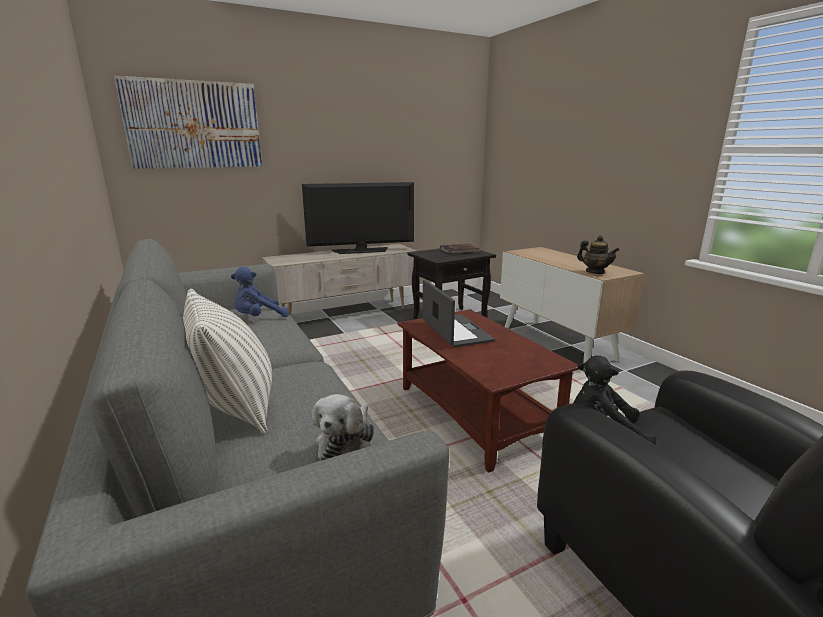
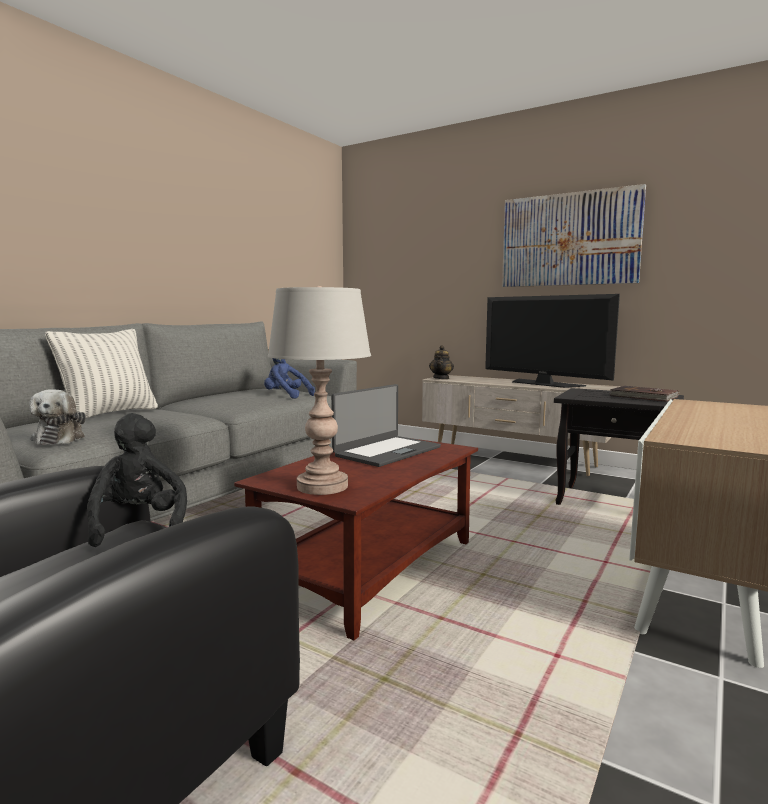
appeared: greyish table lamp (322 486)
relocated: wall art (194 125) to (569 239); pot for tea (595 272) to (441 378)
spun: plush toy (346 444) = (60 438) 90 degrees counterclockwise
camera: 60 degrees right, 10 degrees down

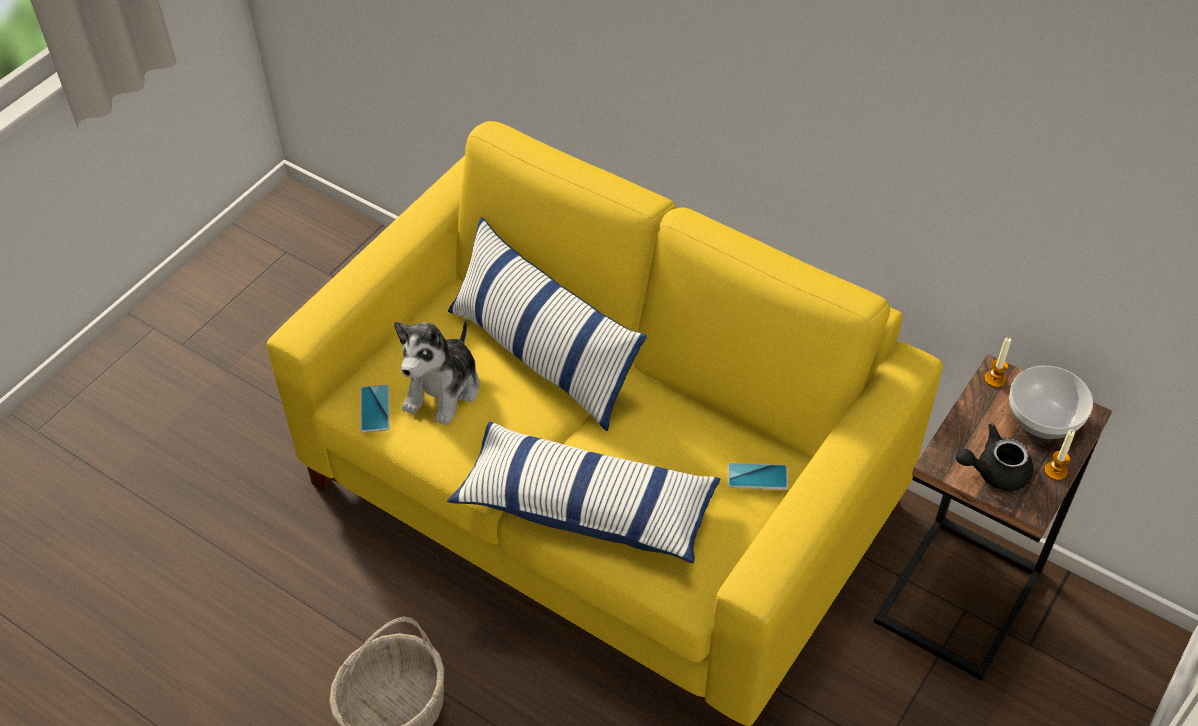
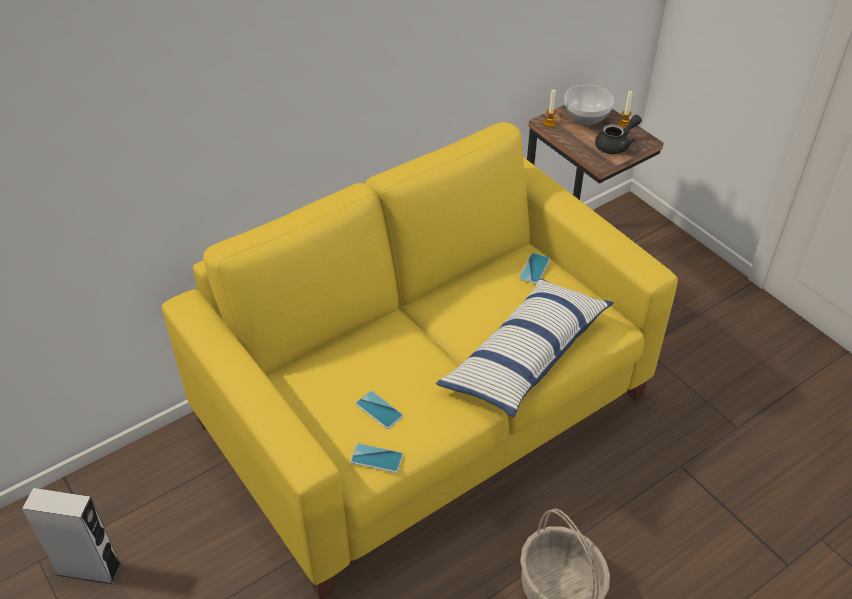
missing: pillow (542 355)
appeared: greyish loudspeaker (89 569)
exchanged: plush toy (443 389) to handset (379 410)
spun: blackish pot for tea (994 471) = (616 145) 135 degrees counterclockwise
camera: 70 degrees left, 5 degrees down

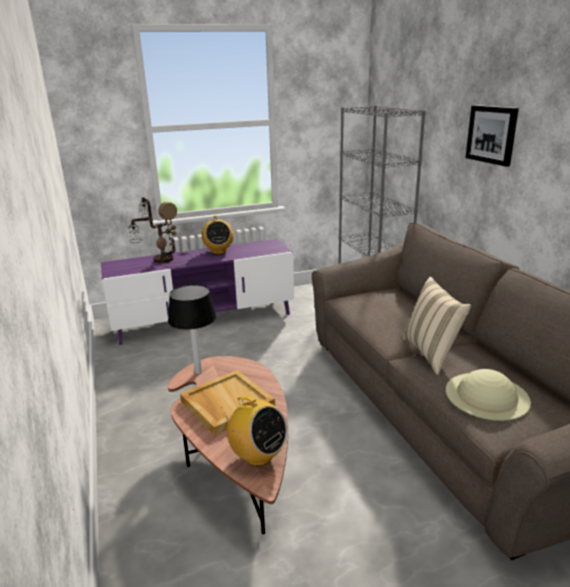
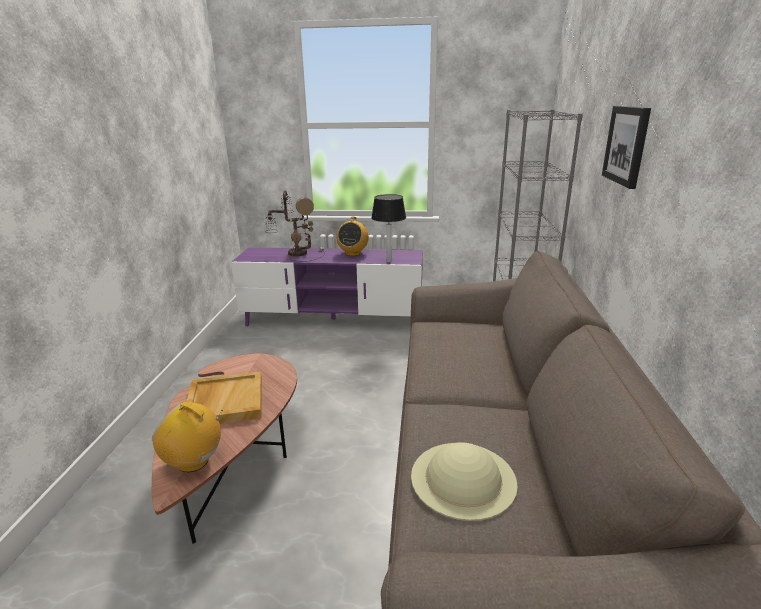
missing: sand-coloured pillow (431 354)
relocated: table lamp (198 372) to (389 261)
spun: radio receiver (258 456) = (194 462) 135 degrees clockwise
camera: 25 degrees right, 0 degrees up

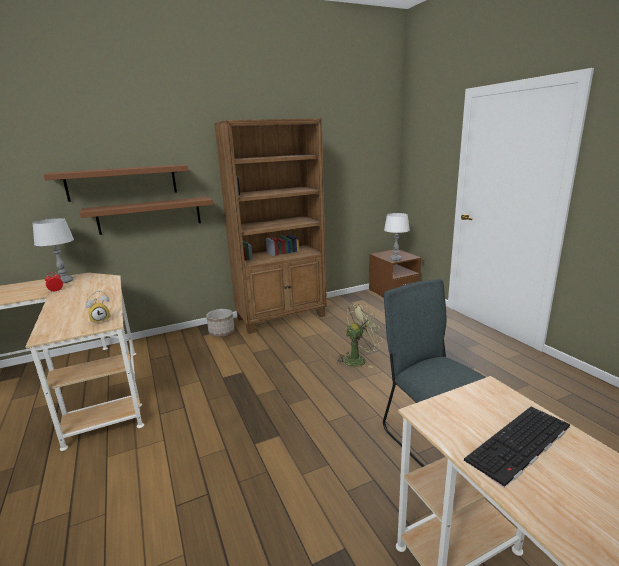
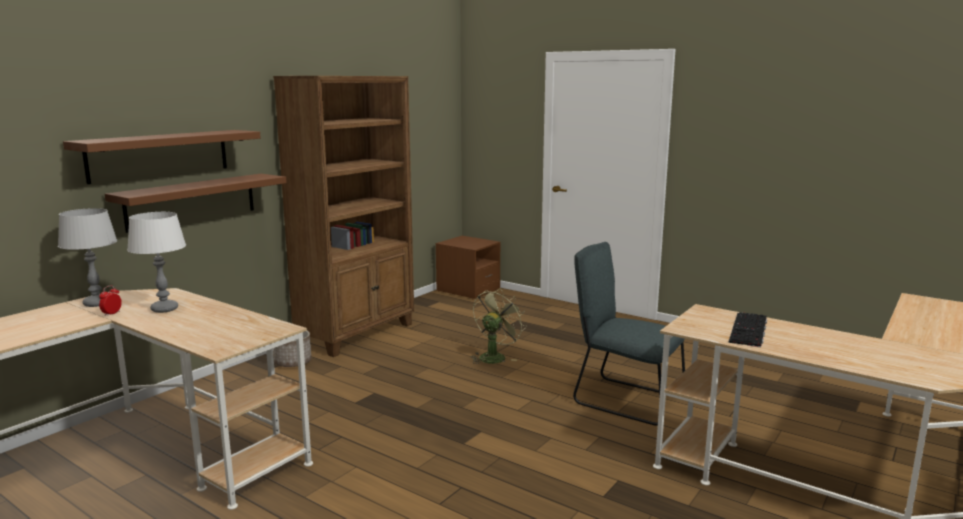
missing: table clock (101 320)
relocated: white table lamp (395 259) to (164 309)
camera: 30 degrees left, 5 degrees down

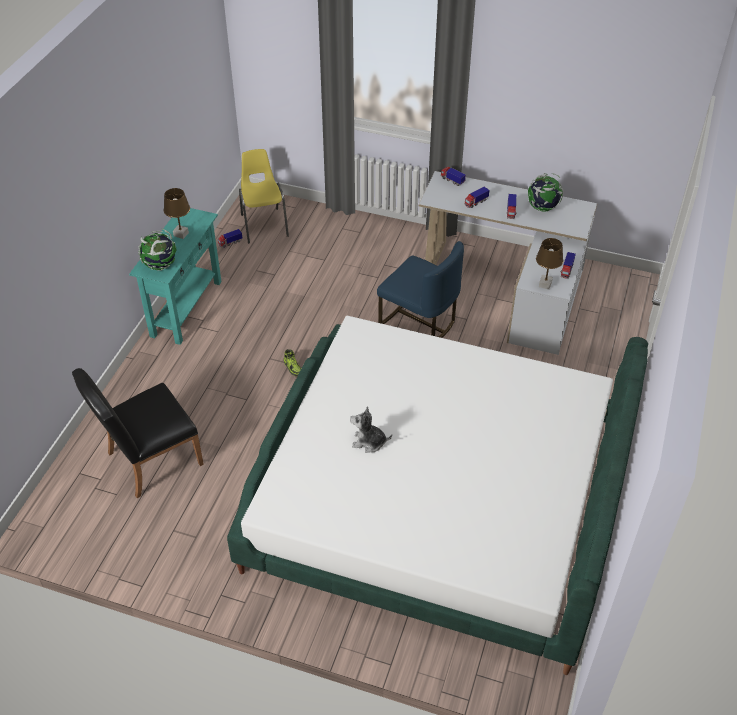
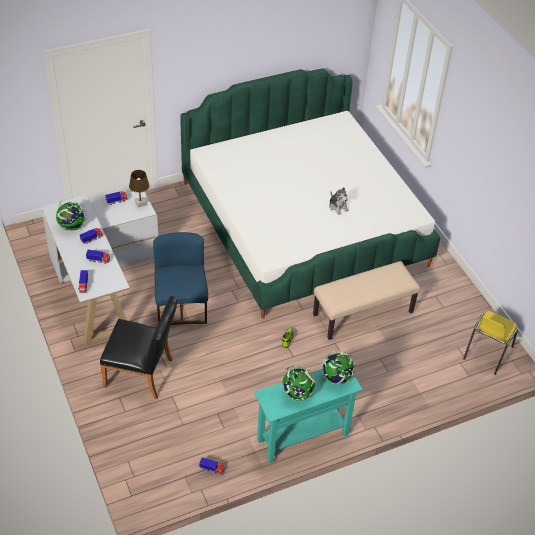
appeared: sand-coloured bench (363 313)
relocated: blackish chair (149 461) to (143 374); yellowish chair (264 225) to (487 353)
exchanged: brown-coloured table lamp (181 234) to world globe (297 393)
camera: 135 degrees left, 0 degrees up

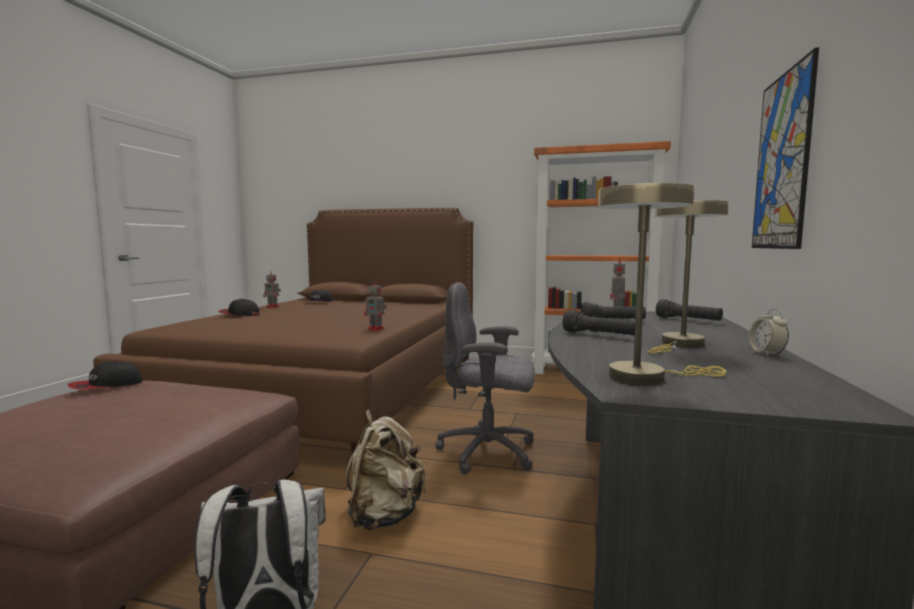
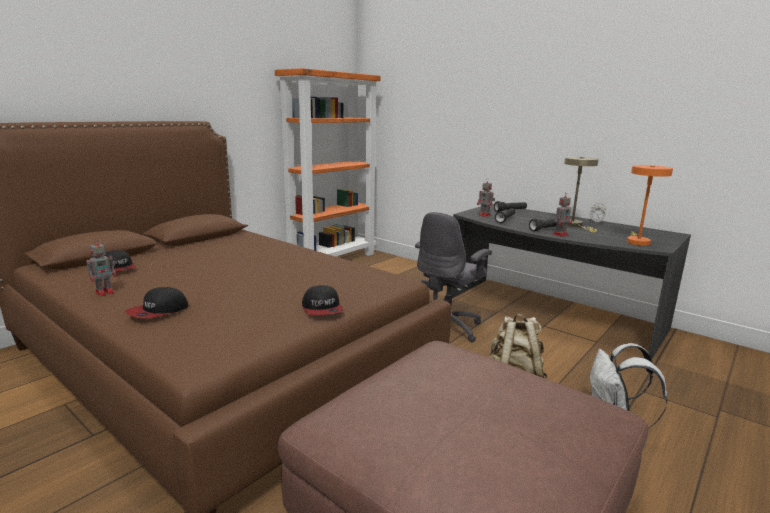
missing: wall art (782 161)
relocated: baseball cap (106 386) to (322 309); robot figure (376 329) to (560 234)
colour: sand-coloured table lamp (645 377) to orange table lamp (637 241)
camera: 65 degrees left, 10 degrees up

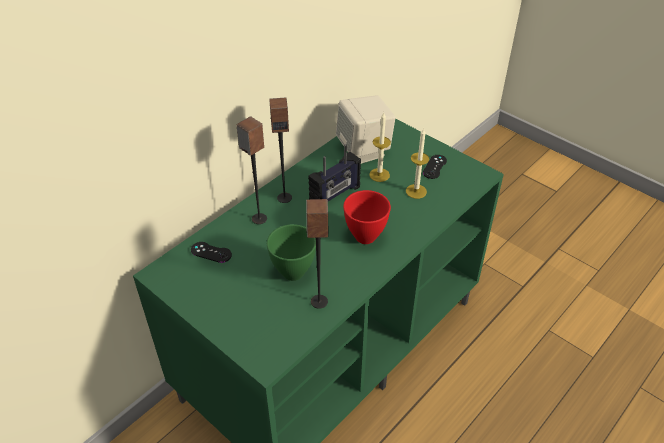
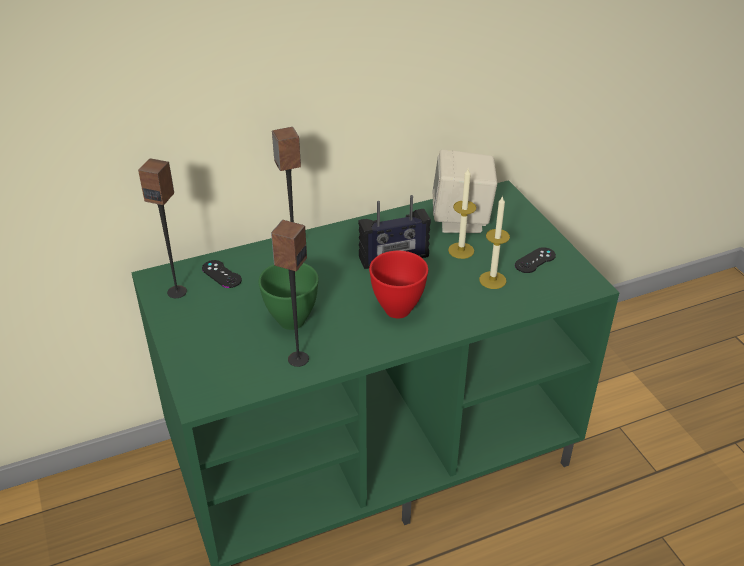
relocated: loudspeaker (284 197) to (177 291)
camera: 25 degrees right, 5 degrees down

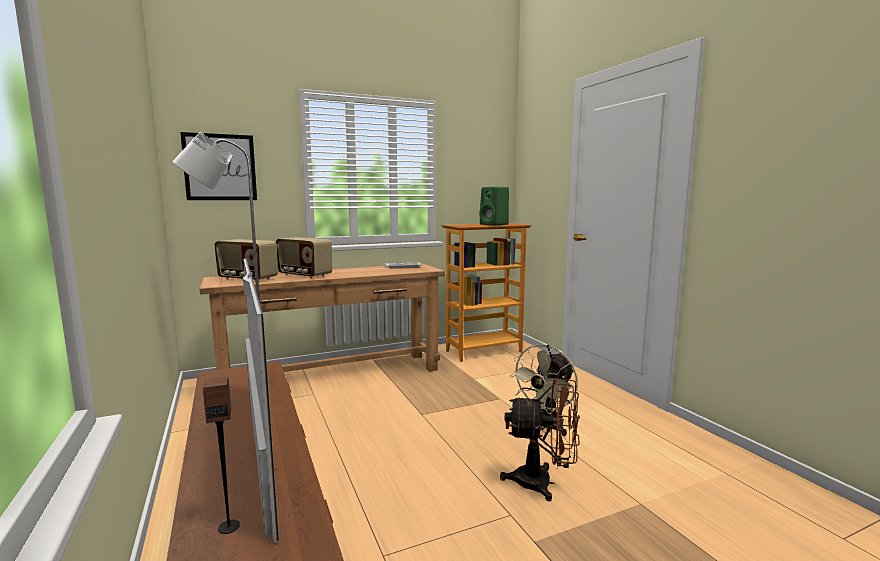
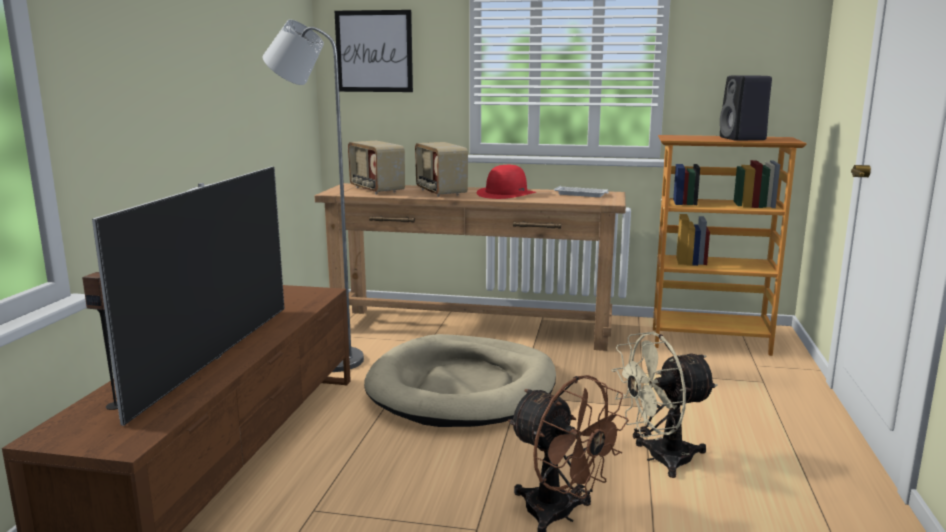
appeared: sand-coloured dog bed (463 388); red clothing hat (506 193)
colour: greenish loudspeaker (495 224) to blackish loudspeaker (743 139)
camera: 35 degrees right, 5 degrees up

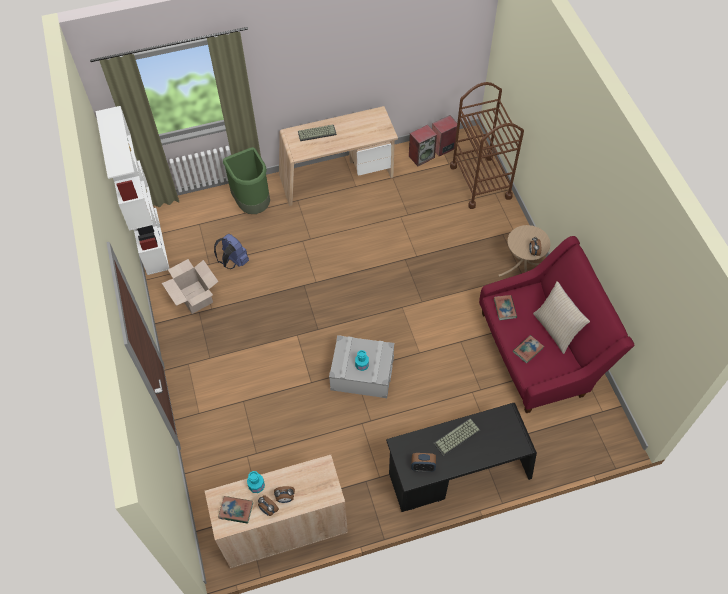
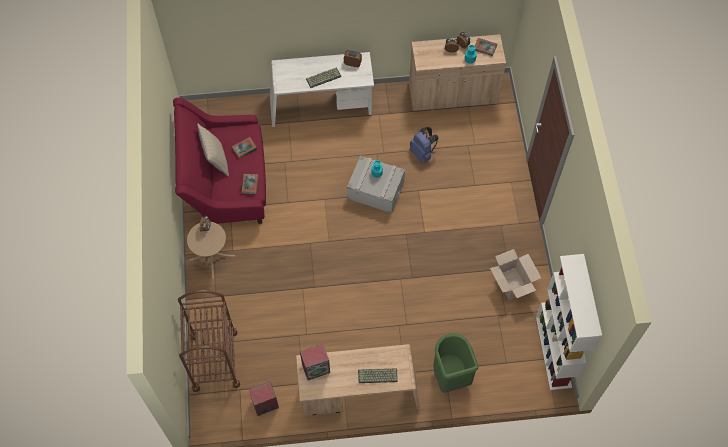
relocated: bluish rucksack (234 262) to (422 153); loudspeaker (443 147) to (316 368)
colour: blackish desk (458 474) to white desk (321 107)
camera: 170 degrees left, 5 degrees up

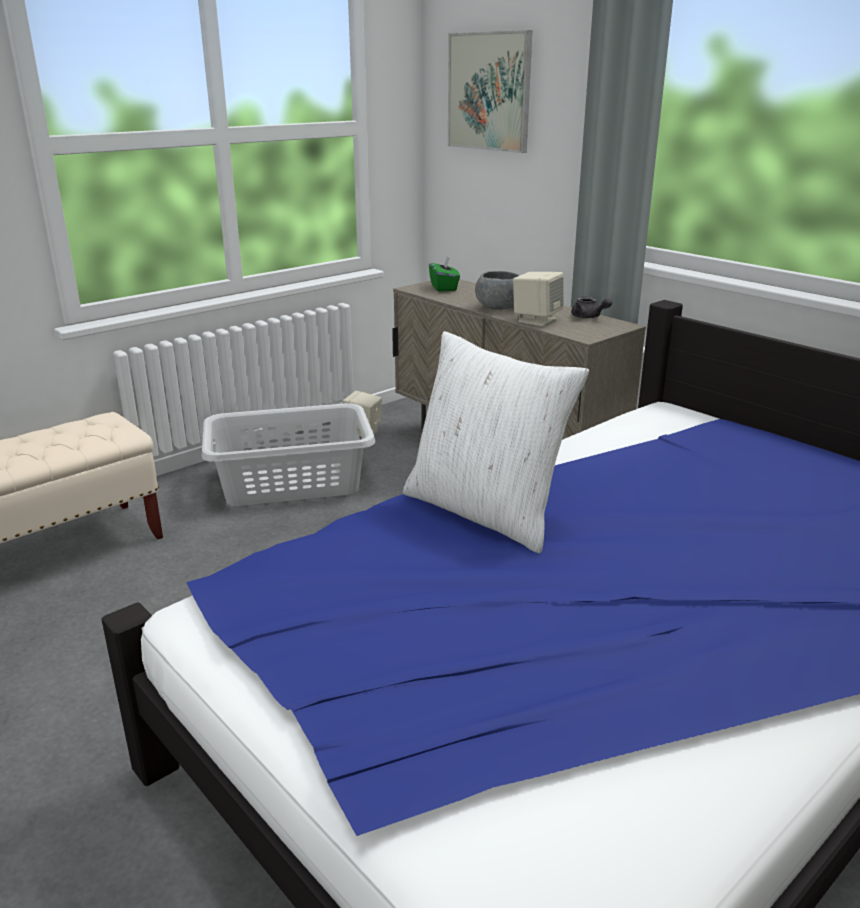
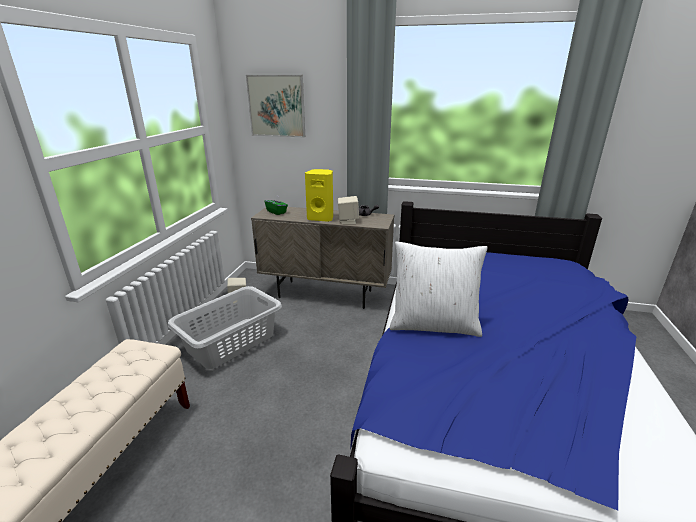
exchanged: greyish serving bowl (499 308) to yellowish loudspeaker (321 218)
camera: 35 degrees left, 0 degrees up

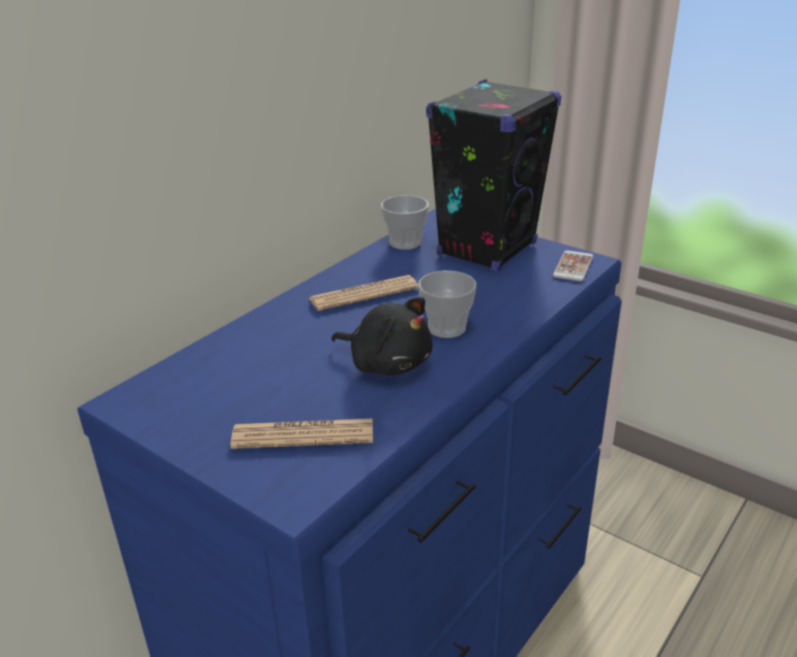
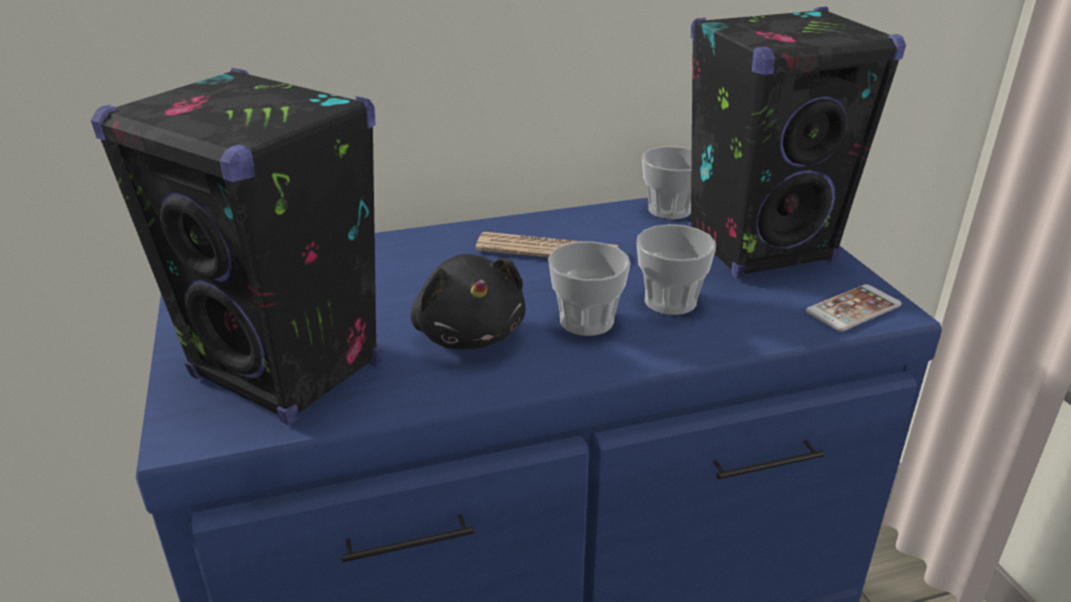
appeared: drinking cup (670 301)
exchanged: daily paper (303 435) to blackish loudspeaker (288 371)
camera: 35 degrees right, 0 degrees up

